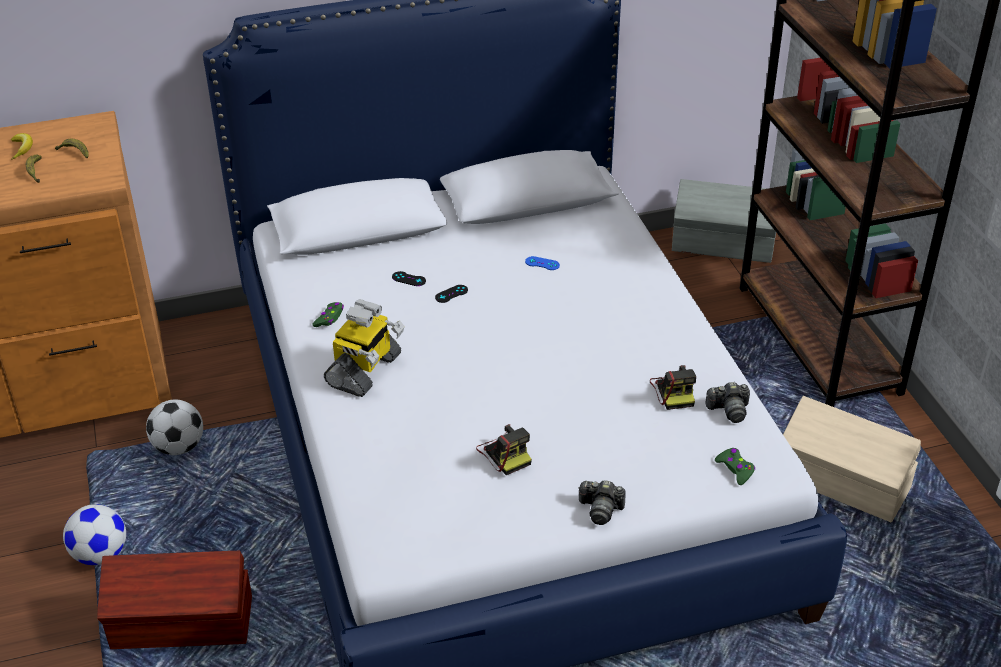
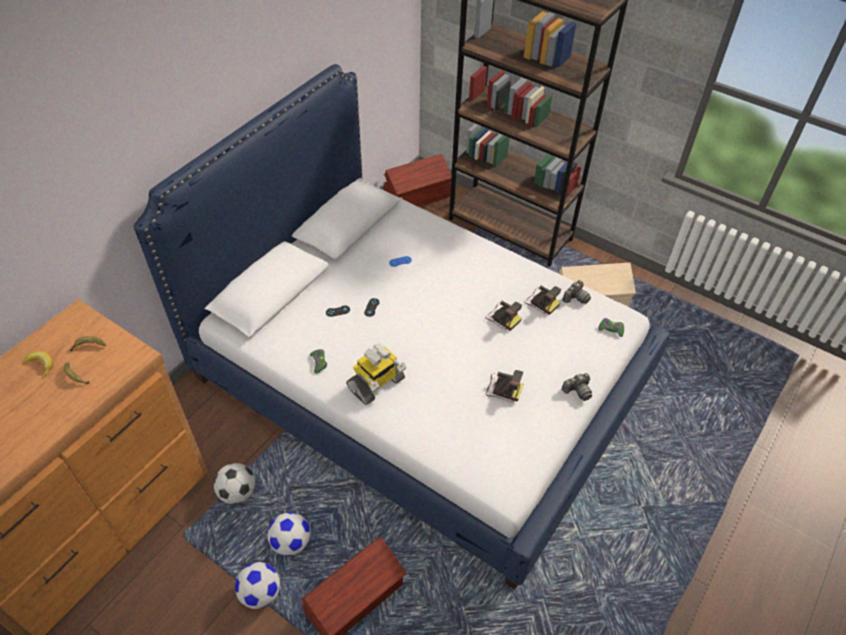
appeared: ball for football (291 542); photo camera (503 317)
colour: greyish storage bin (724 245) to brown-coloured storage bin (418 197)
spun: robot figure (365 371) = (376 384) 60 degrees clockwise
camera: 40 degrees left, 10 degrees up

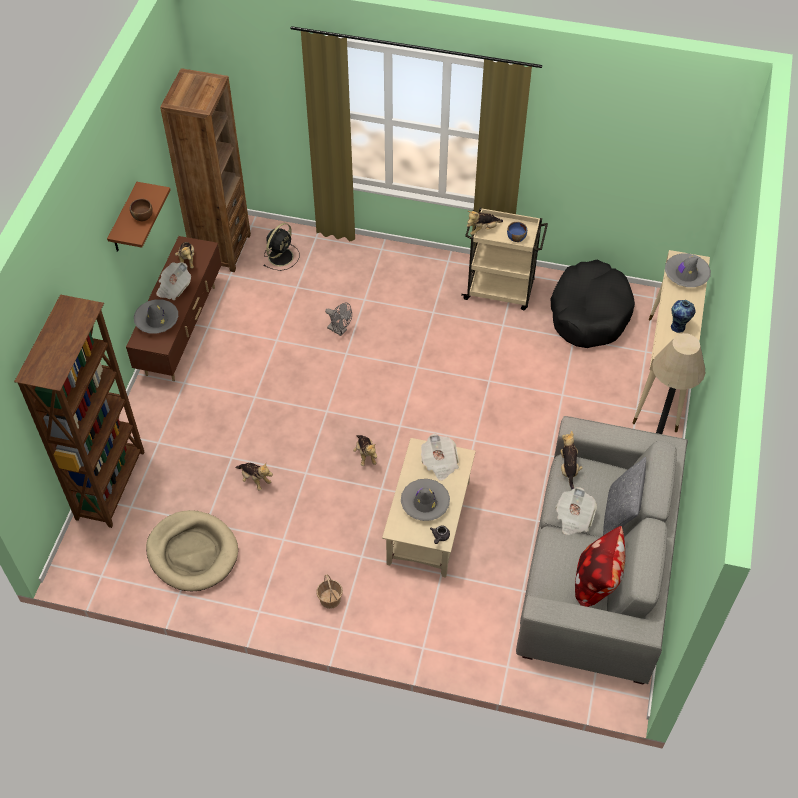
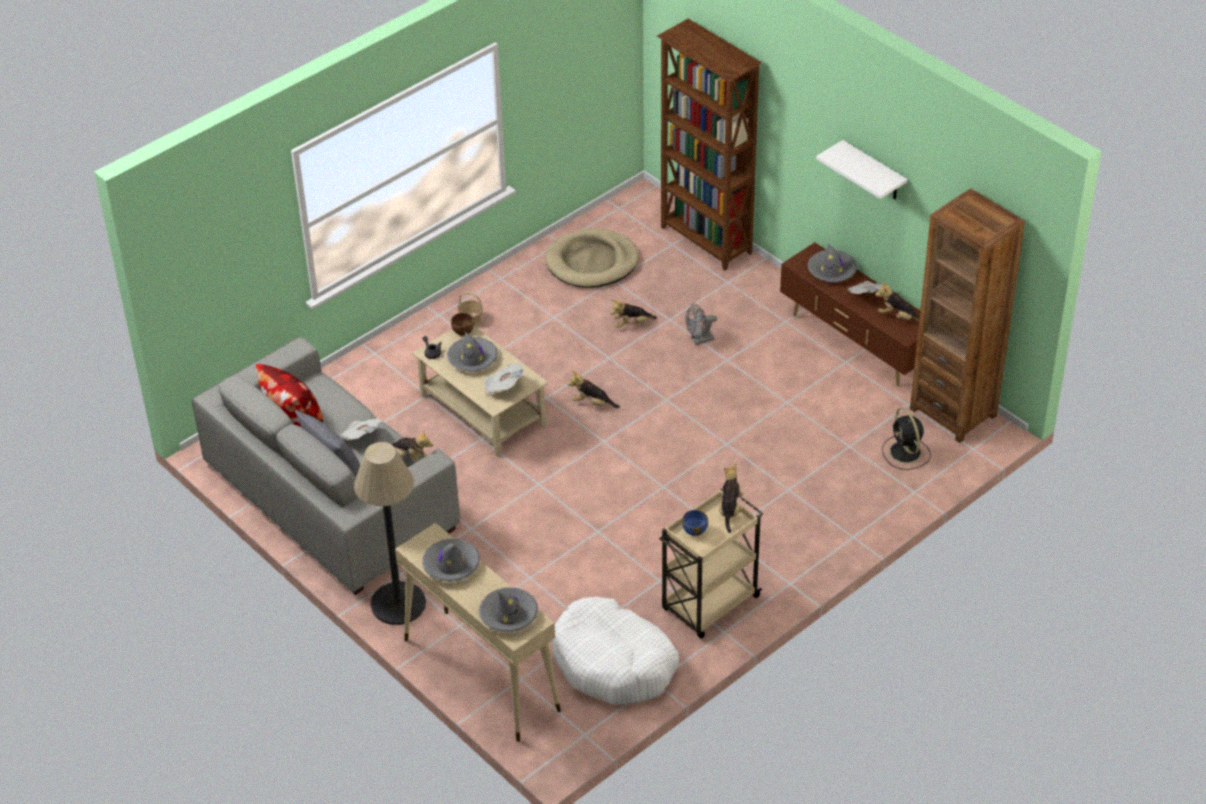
relocated: brown-coloured serving bowl (143 216) to (463 331); greyish electric fan (339 330) to (699 340)
exchanged: decorative vase (678 327) to greyish clothing hat (451 565)
colour: brown-coloured shelf (124 220) to white shelf (873 171); blackish dog bed (589 312) to white dog bed (613 663)
camera: 125 degrees right, 10 degrees down

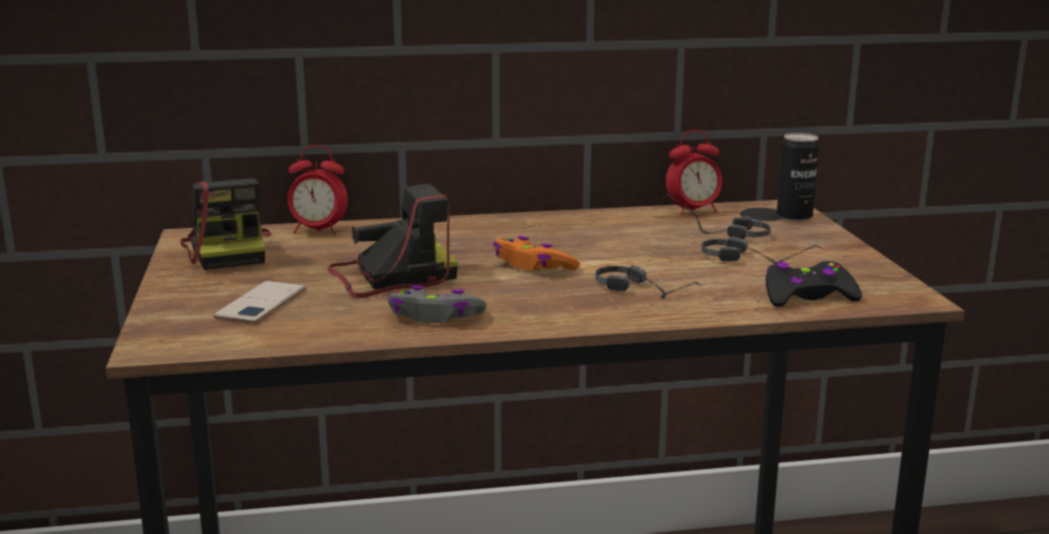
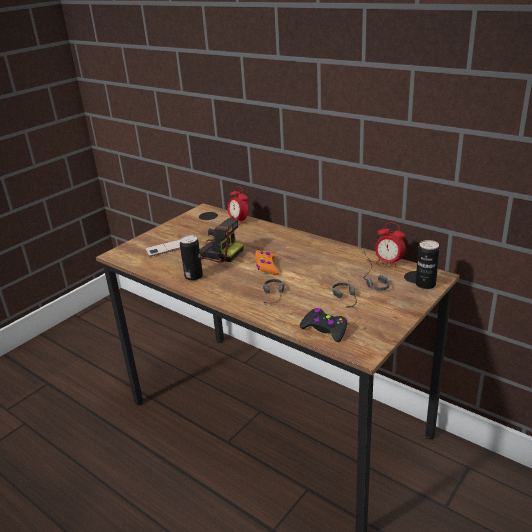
missing: photo camera (229 251)
exchanged: greyish gamepad (434 317) to can (193 276)
camera: 50 degrees right, 10 degrees up

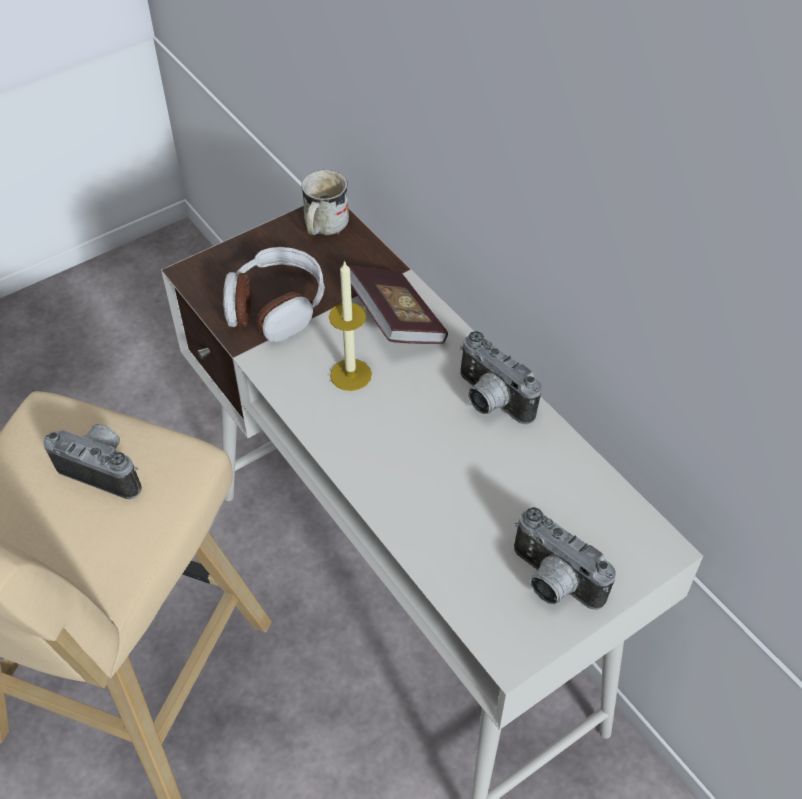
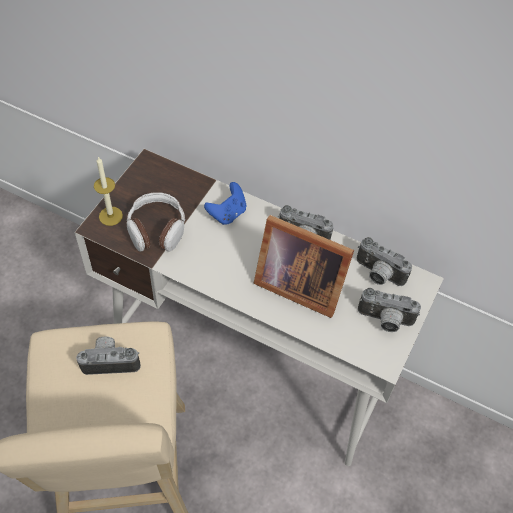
missing: white coffee mug (322 227)
appeared: photo frame (297 283); photo camera (377 275)
relocated: wax candle (350 374) to (110 216)
exchanged: book (396 321) to bluish gamepad (227 213)
camera: 30 degrees left, 5 degrees up

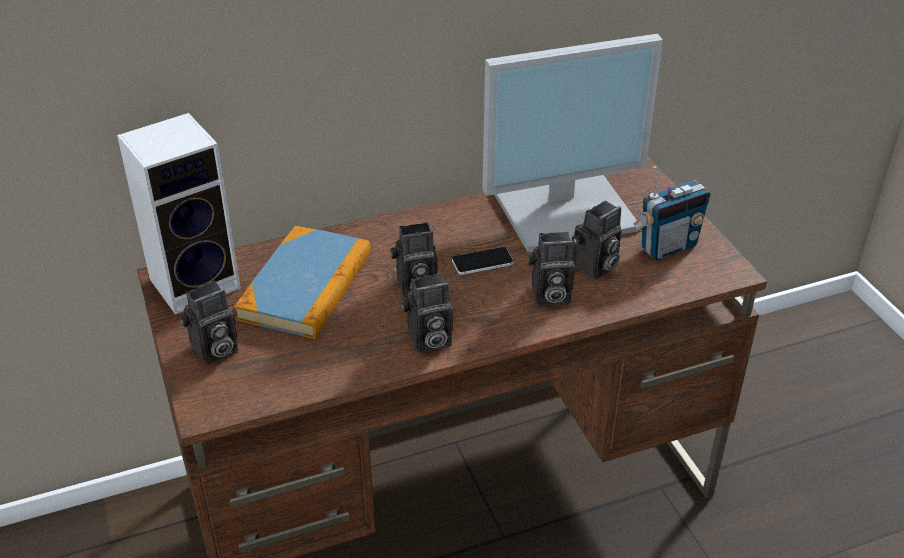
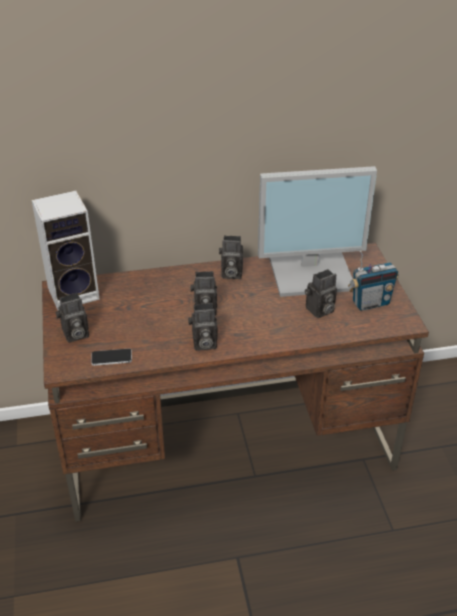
missing: book (306 286)
relocated: handset (482 262) to (111 357); photo camera (548 296) to (230 274)
camera: 10 degrees right, 0 degrees up

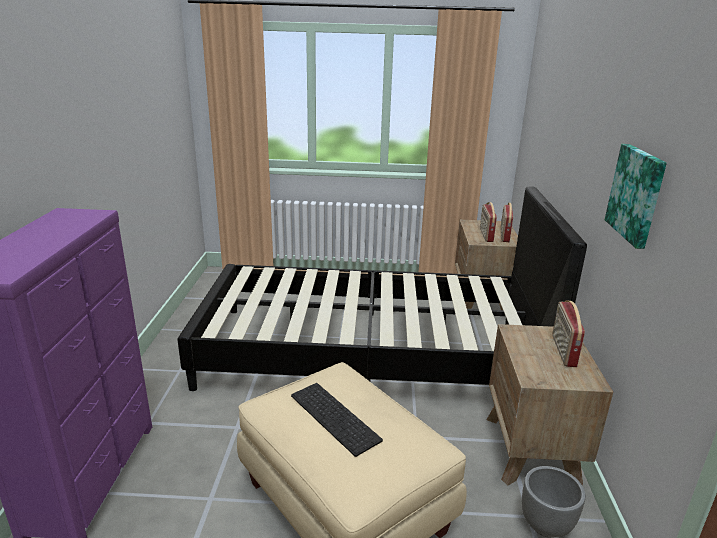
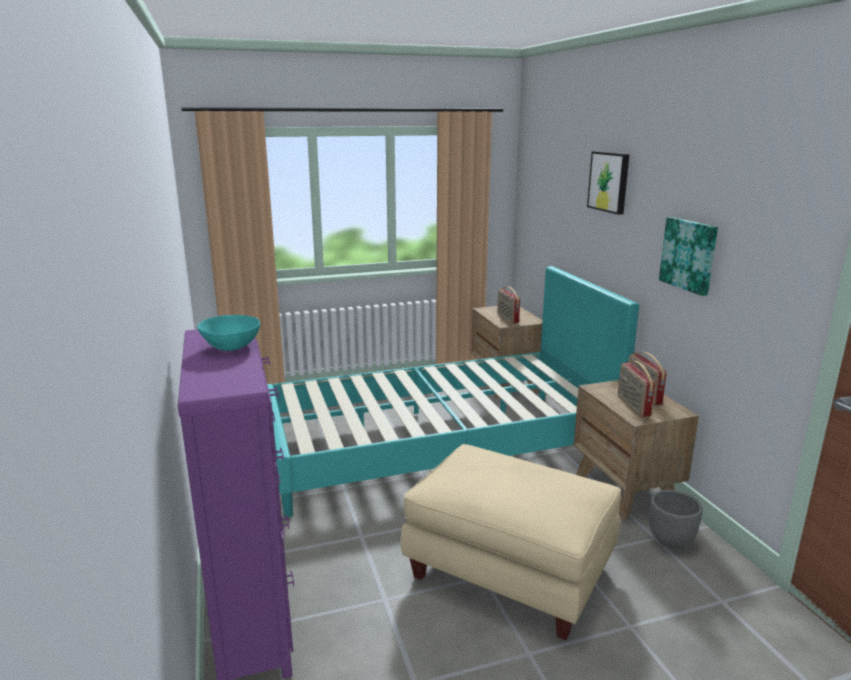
missing: keyboard (336 417)
appeared: blue-green serving bowl (231 347); wall art (609 182)
relocated: radio receiver (504 235) to (632 406)
colour: blackish bed (369 353) to blue-green bed (438 447)
camera: 20 degrees left, 5 degrees down

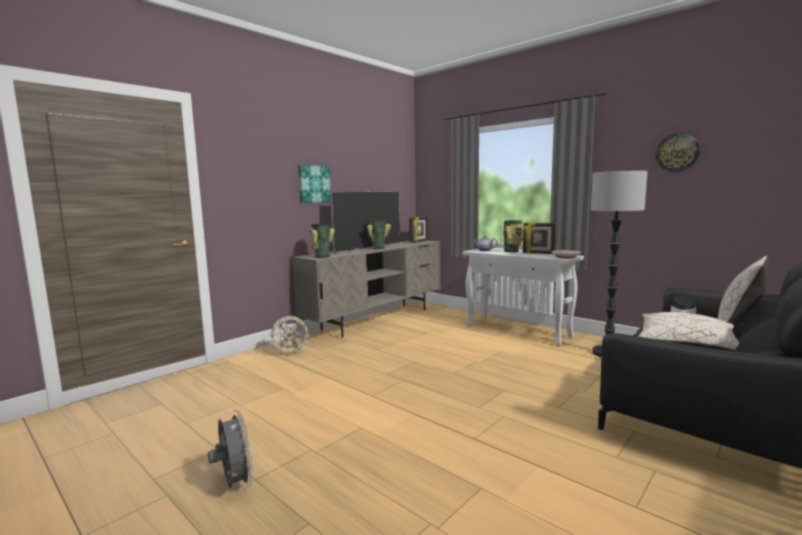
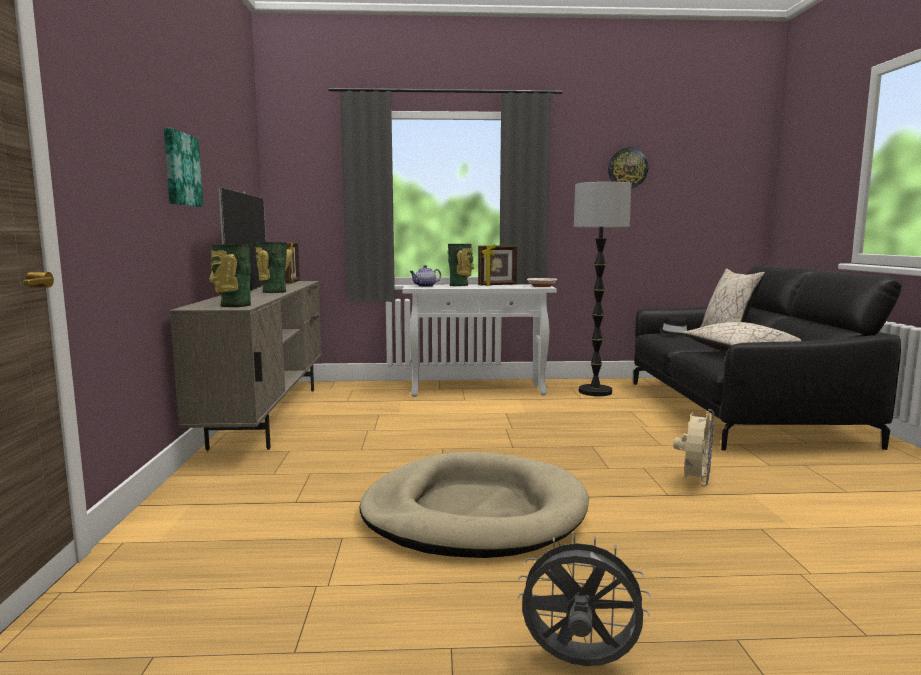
appeared: sand-coloured dog bed (473 513)
relocated: sand-coloured electric fan (291 353) to (694 482)
camera: 45 degrees left, 0 degrees up

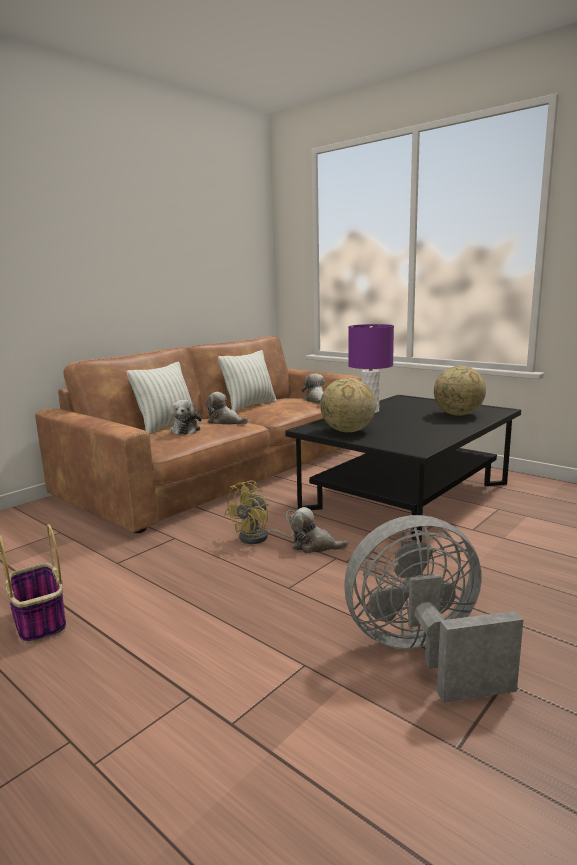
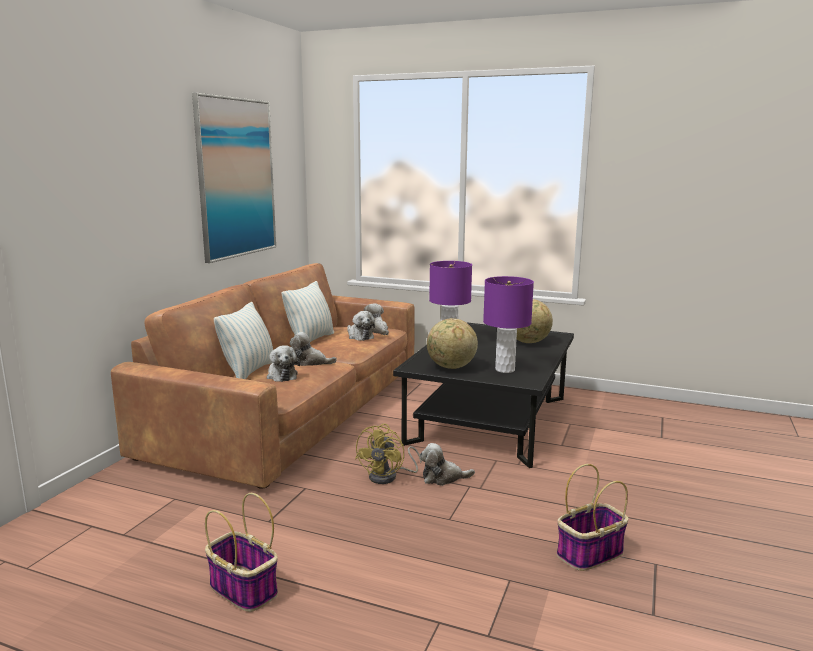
appeared: wall art (236 178); plush toy (359 336); purple table lamp (505 369)
exchanged: greyish electric fan (423 654) to household basket (589 554)
camera: 20 degrees left, 0 degrees up

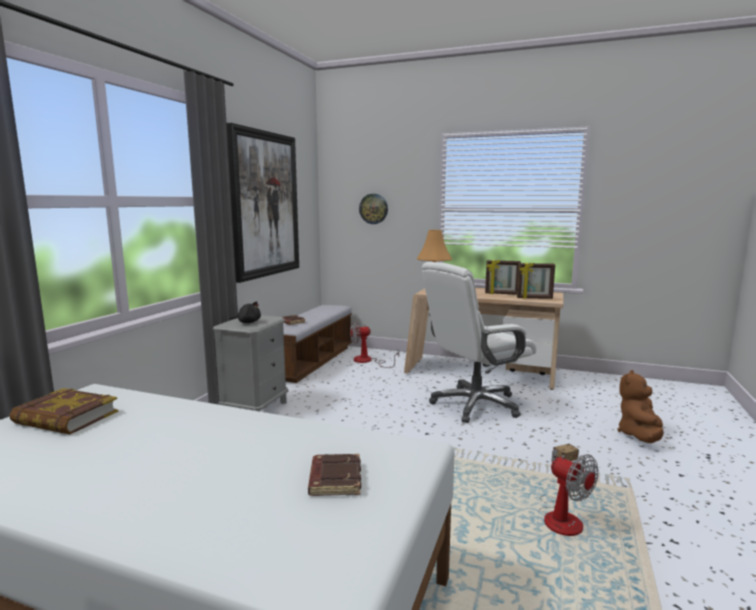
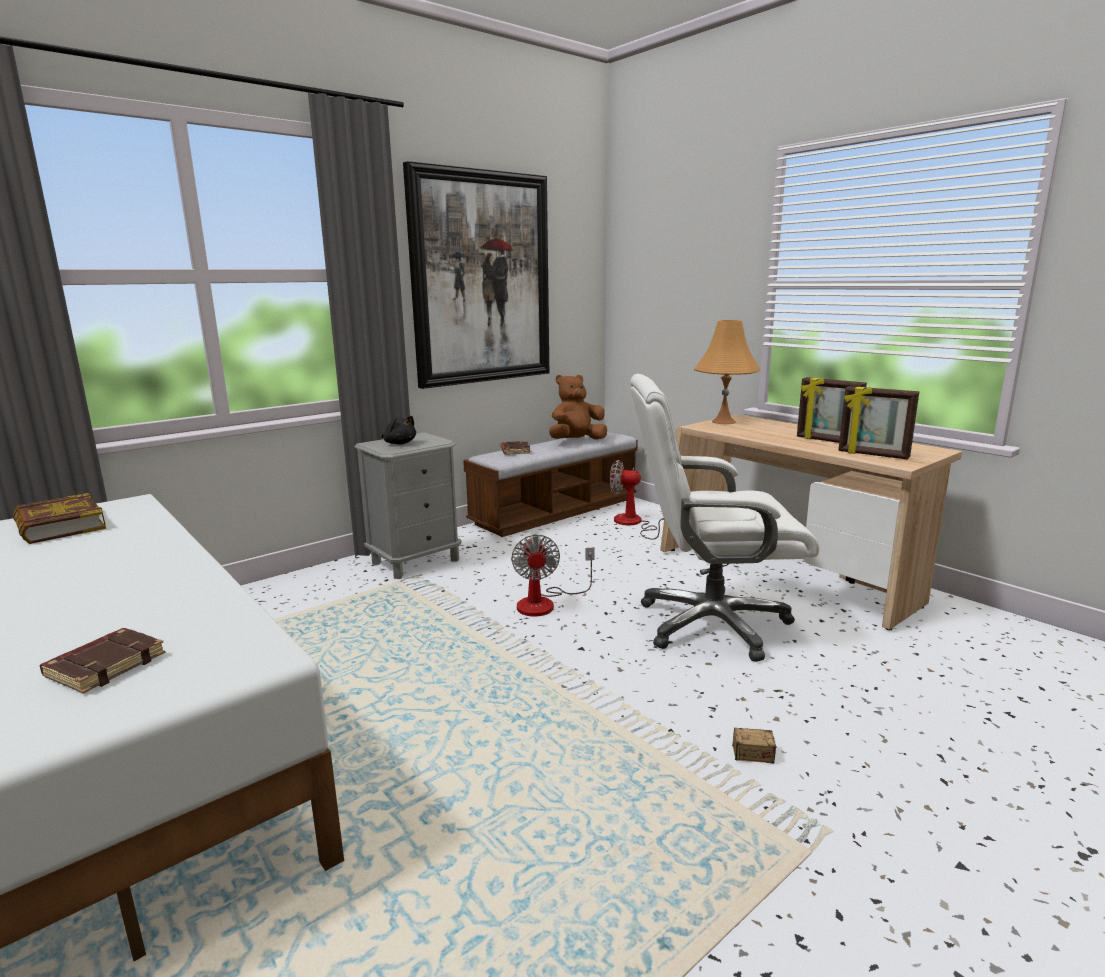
missing: wall clock (373 209)
relocated: electric fan (561 516) to (545 603); brown-coloured plush toy (639 436) to (576 441)
camera: 30 degrees right, 5 degrees up

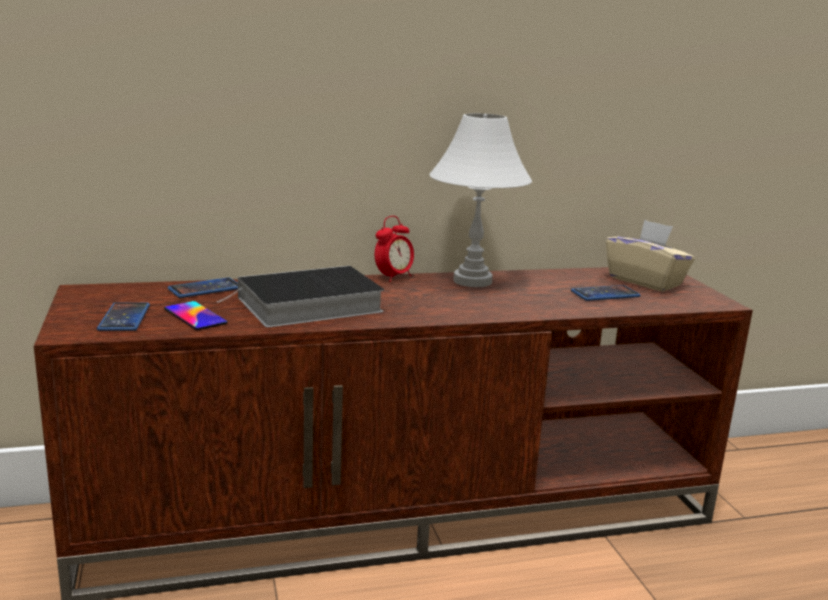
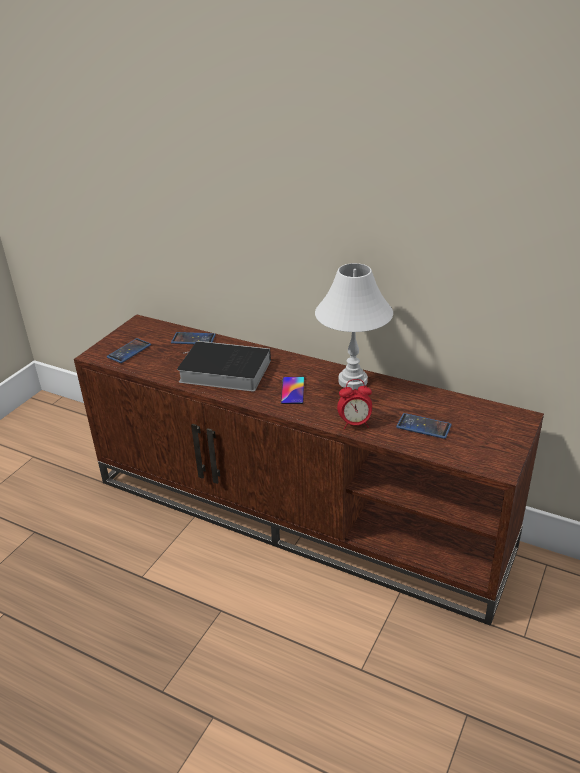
missing: sand-coloured box of tissues (645 281)
relocated: handset (195 316) to (292 390); table clock (393 277) to (355 424)
camera: 45 degrees right, 15 degrees up

